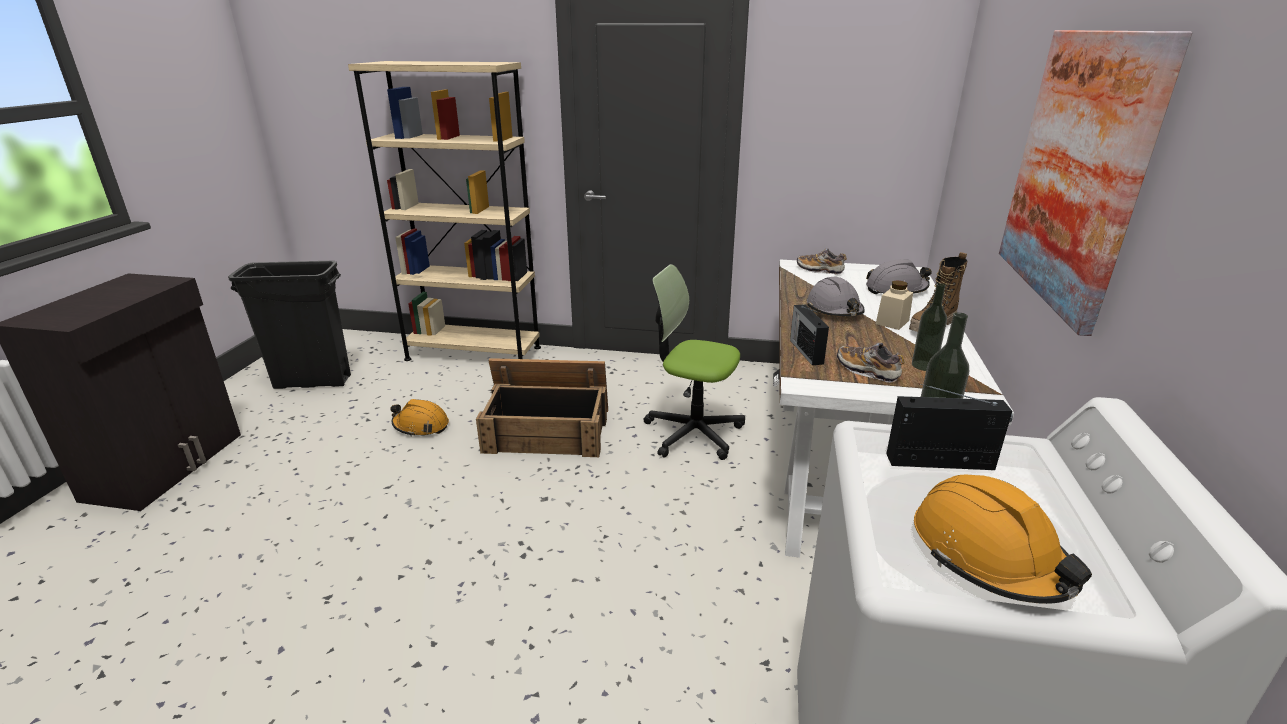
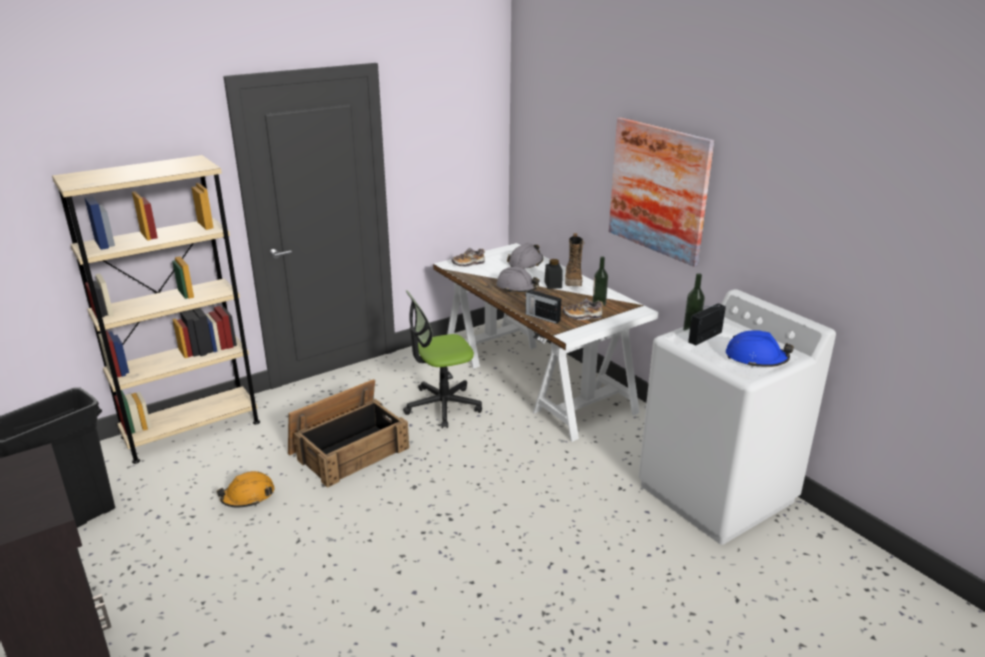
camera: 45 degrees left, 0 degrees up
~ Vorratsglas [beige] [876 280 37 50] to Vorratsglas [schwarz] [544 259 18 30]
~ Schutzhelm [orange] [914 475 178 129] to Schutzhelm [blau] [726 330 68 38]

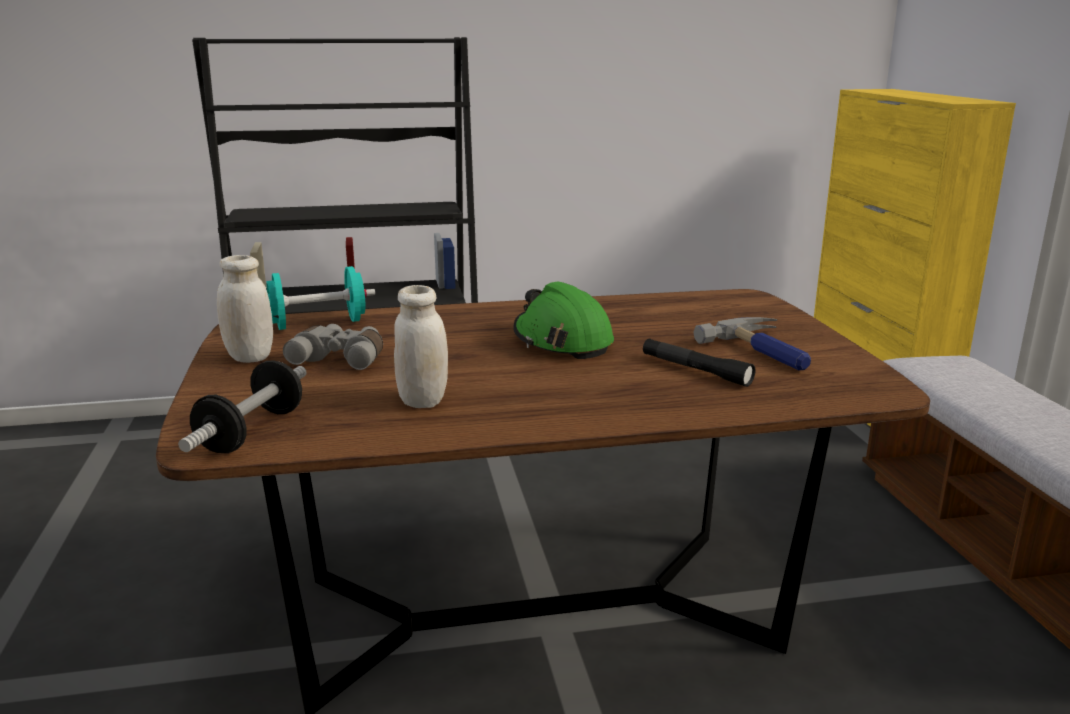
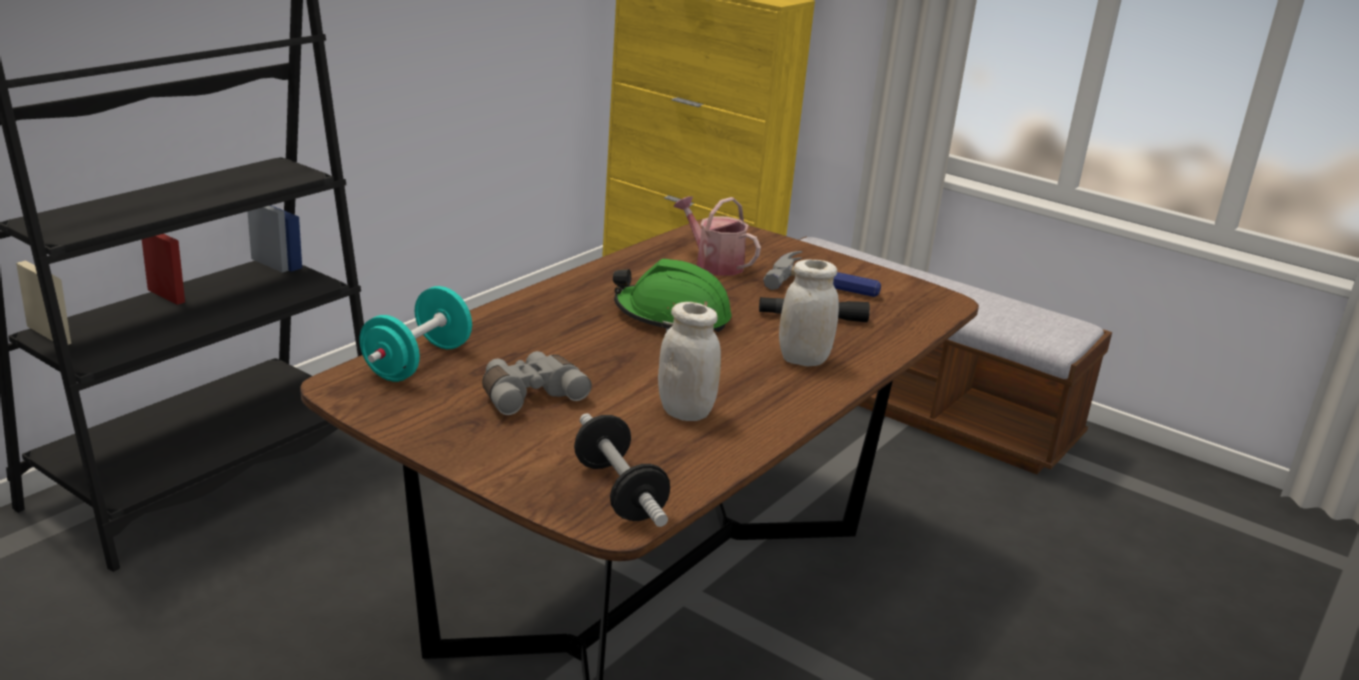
camera: 45 degrees left, 5 degrees up
~ Vorratsglas [weiß] [217 255 56 108] to [779 259 60 108]
+ Gießkanne [673 196 88 80]

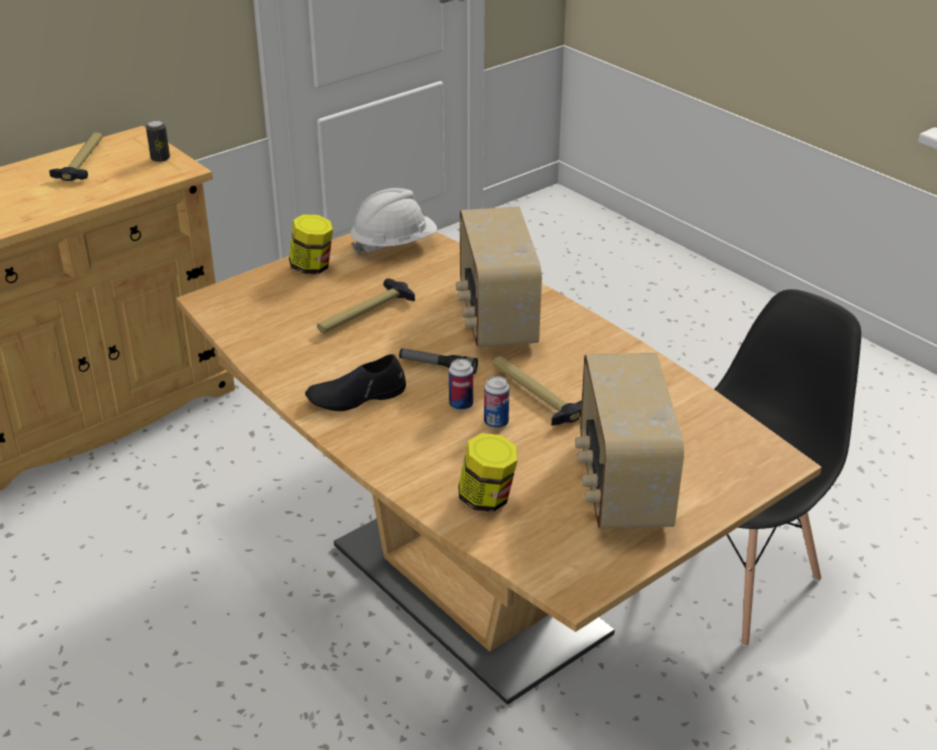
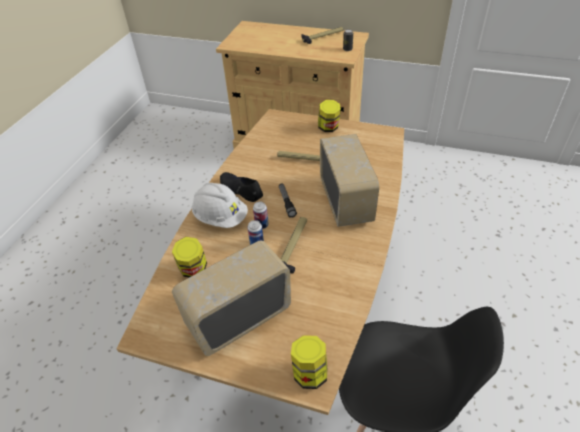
camera: 60 degrees right, 10 degrees up
~ Schutzhelm [weiß] [350 188 87 67] to [192 183 56 45]
~ Radio [456 207 86 140] = [320 134 59 93] 120 degrees clockwise
+ Vorratsglas [291 335 36 54]

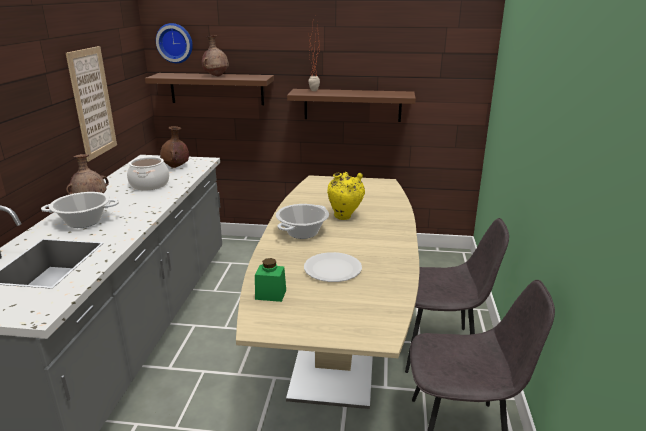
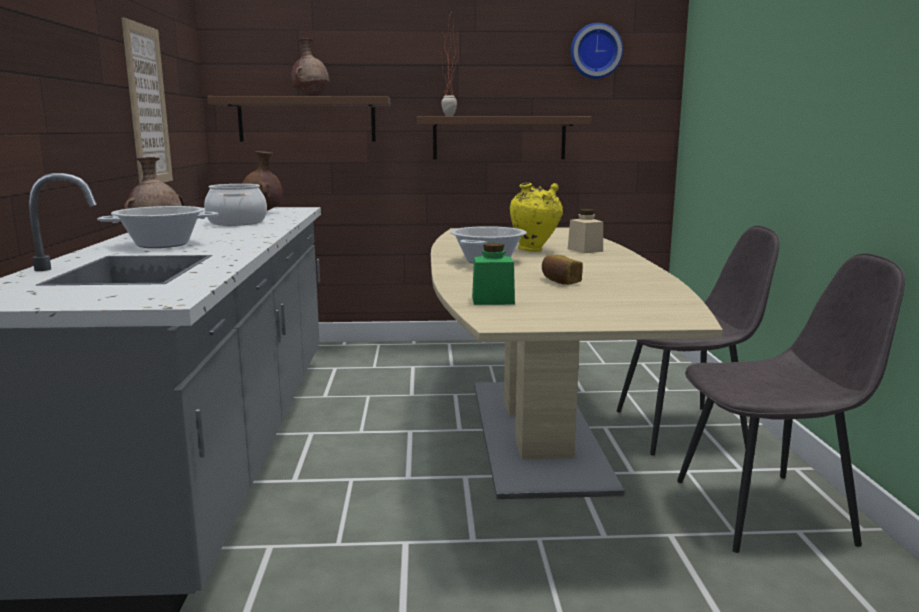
camera: 10 degrees left, 10 degrees down
~ Wanduhr [156 23 37 40] to [570 23 53 56]
~ Teller [weiß] [304 252 58 30] to Brot [542 255 41 30]
+ Vorratsglas [beige] [568 209 35 44]

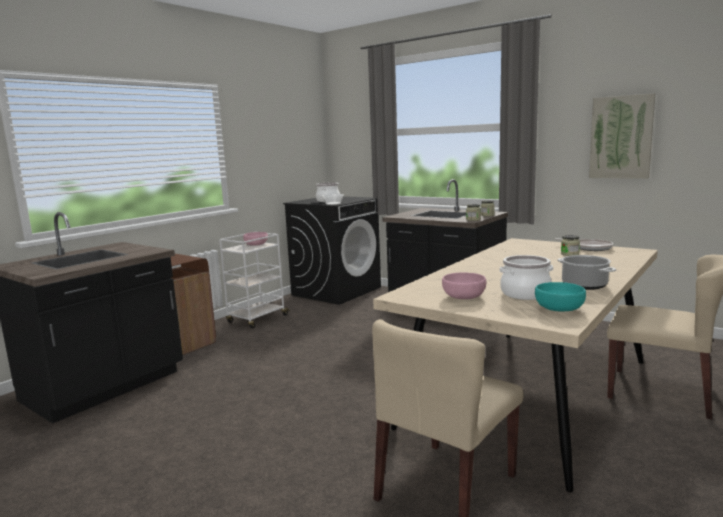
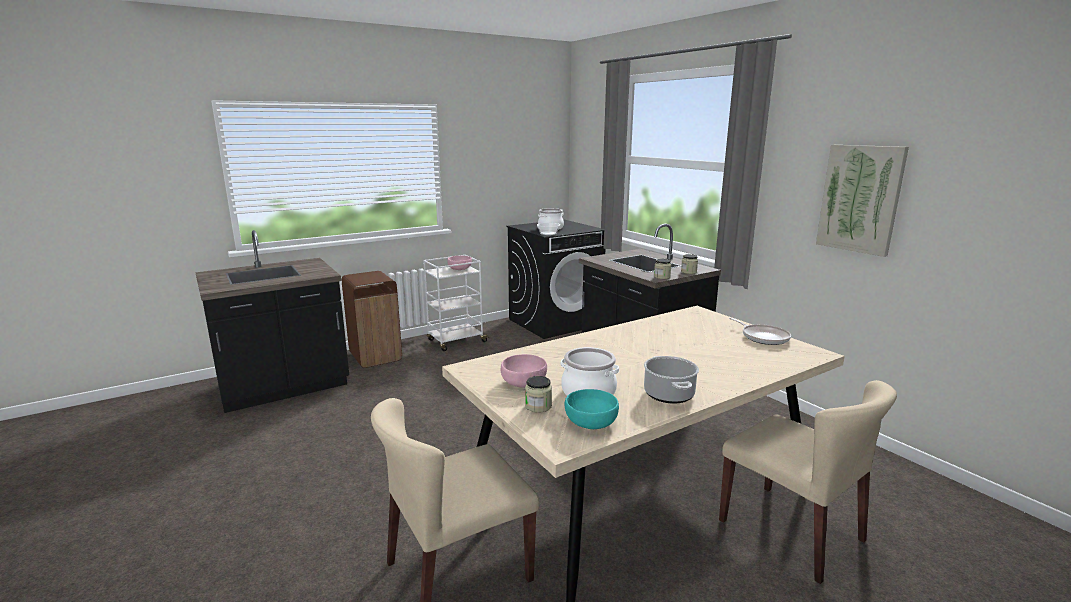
camera: 20 degrees right, 5 degrees up
~ Vorratsglas [561 235 19 21] to [525 376 27 37]

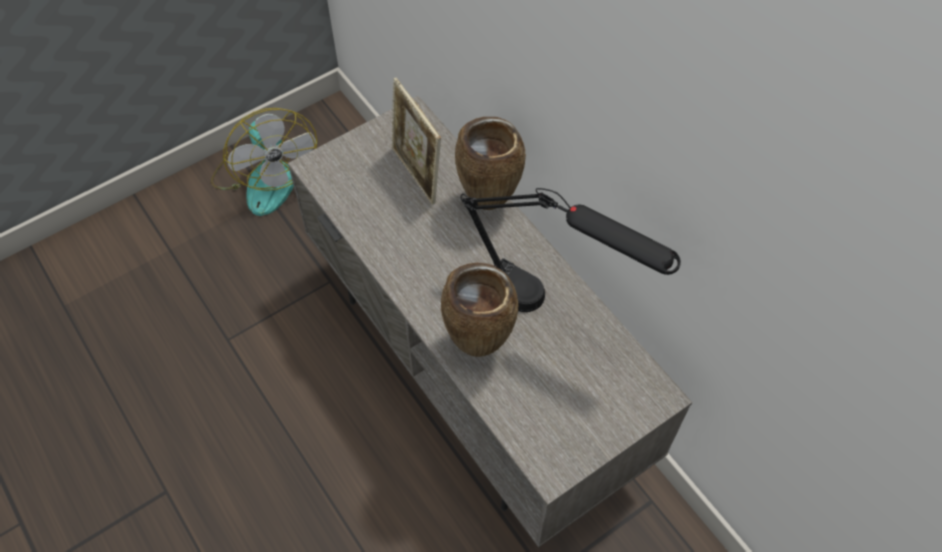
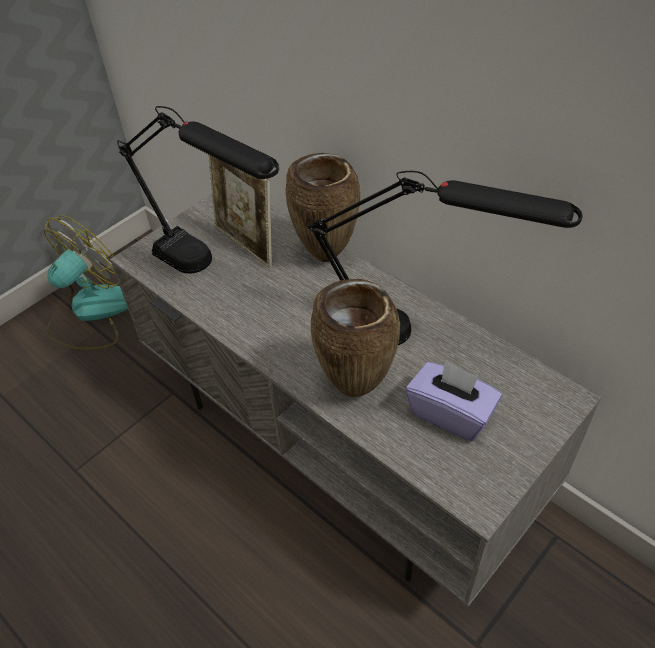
camera: 10 degrees left, 10 degrees down
~ Ventilator [211 108 106 108] = [44 215 84 135] 105 degrees counterclockwise
+ Tischlampe [schwarz] [117 106 162 168]
+ Taschentuchbox [lila] [406 361 96 80]

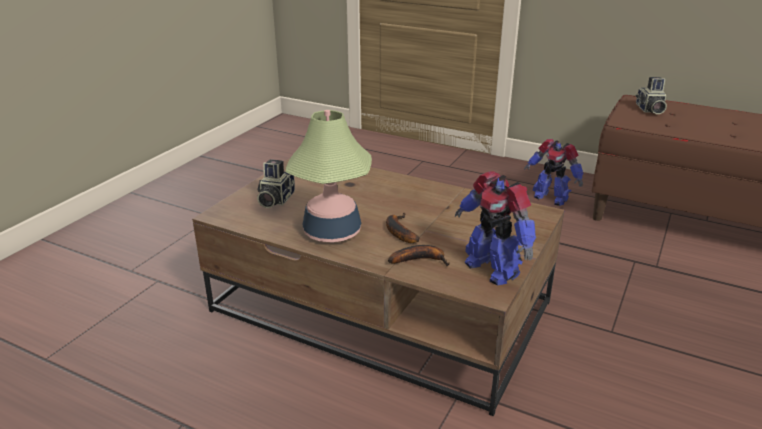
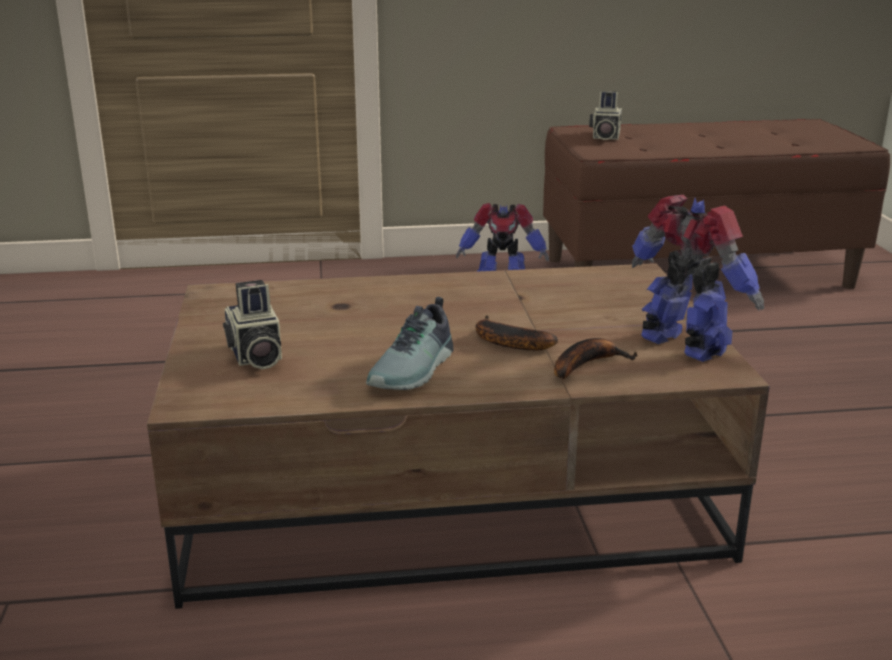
camera: 35 degrees left, 5 degrees down
~ Kamera [635 77 32 37] = [589 91 33 49] 45 degrees clockwise
~ Tischlampe [285 110 87 133] to Schuh [366 297 87 93]
~ Spielzeugroboter [455 171 81 114] = [632 195 132 167] 150 degrees counterclockwise

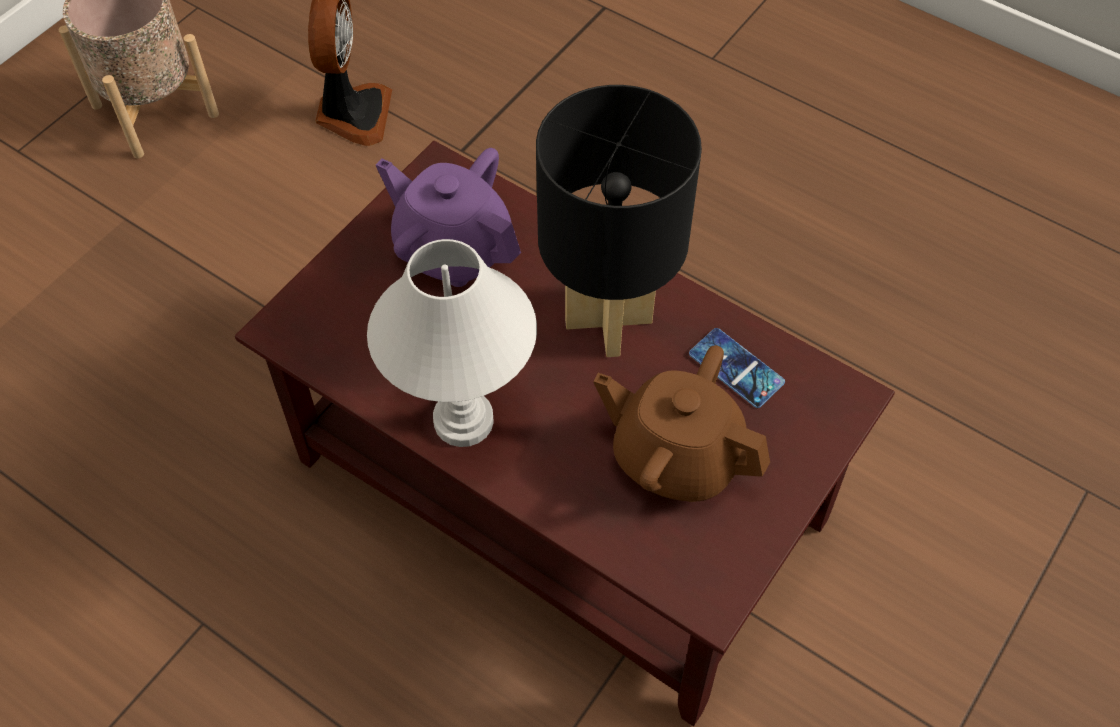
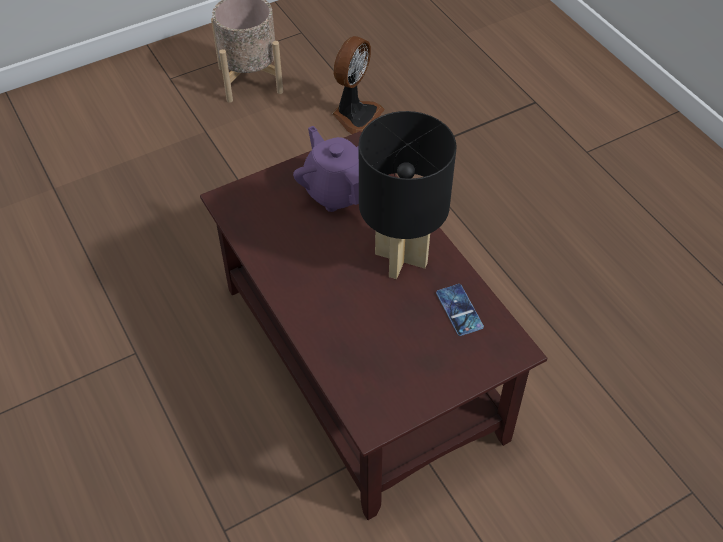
camera: 25 degrees right, 5 degrees down
- Tischlampe [weiß] [367 239 170 208]
- Teekanne [braun] [593 345 177 157]

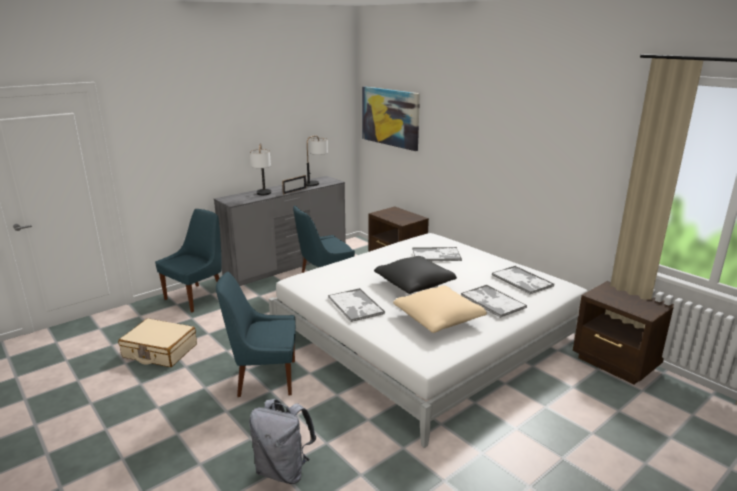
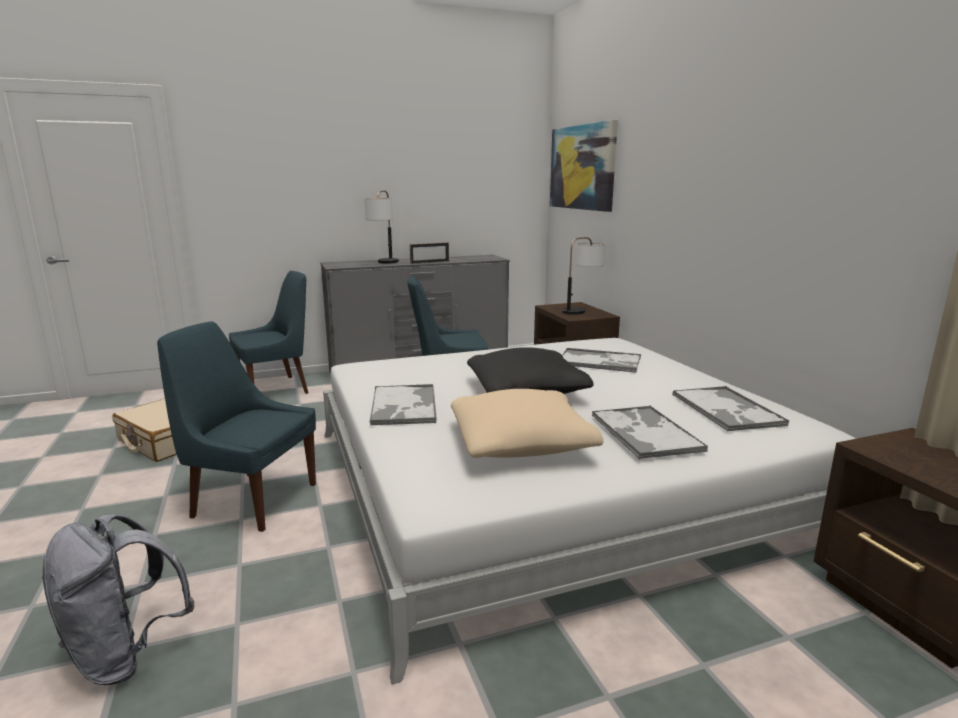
camera: 20 degrees right, 5 degrees down
~ Tischlampe [306 135 22 51] to [562 237 44 78]

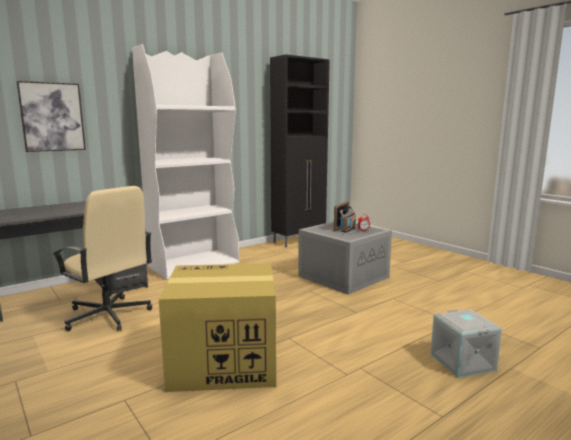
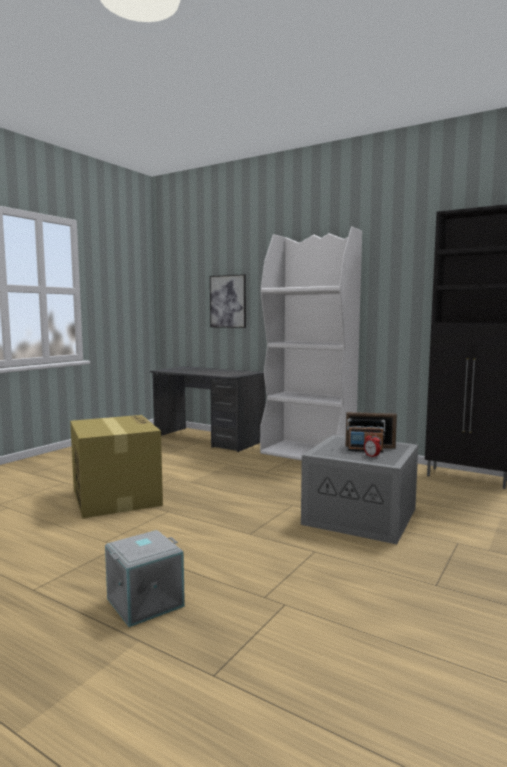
camera: 70 degrees right, 5 degrees down
- Bürostuhl [beige] [53 186 99 145]

